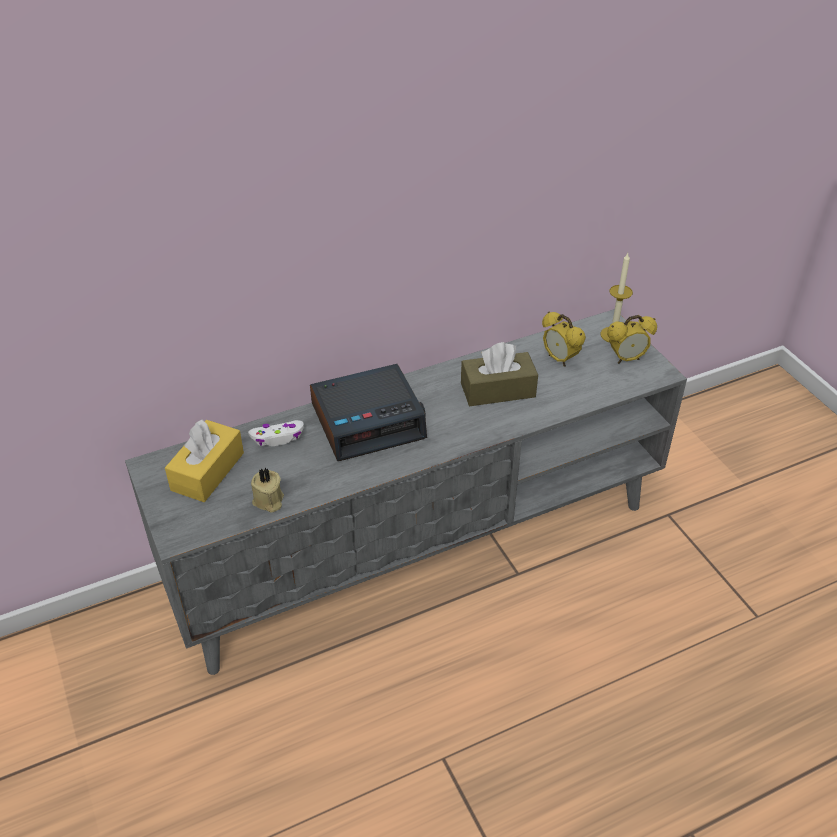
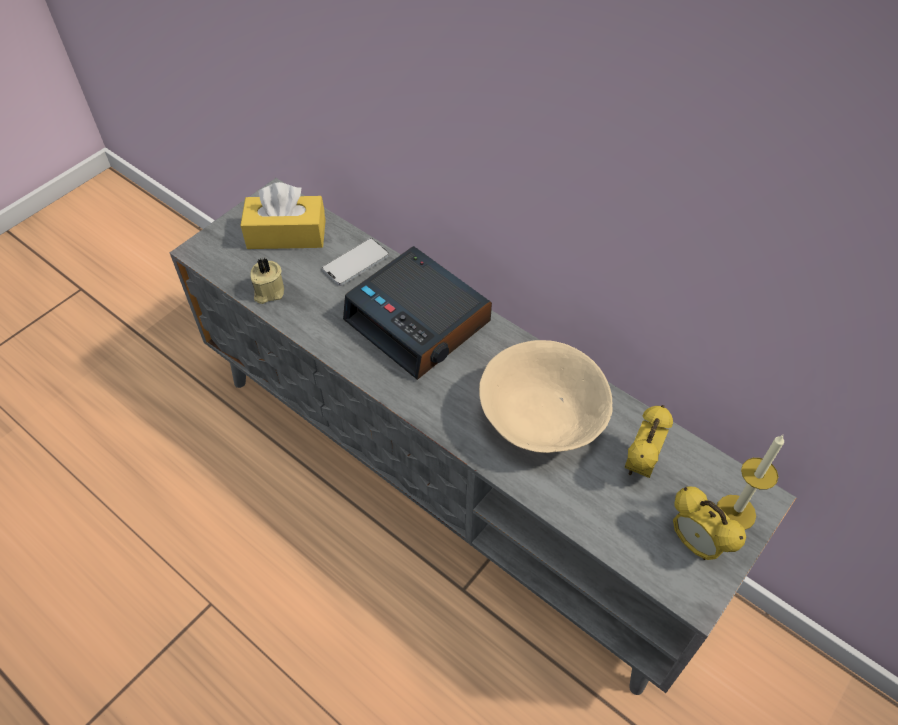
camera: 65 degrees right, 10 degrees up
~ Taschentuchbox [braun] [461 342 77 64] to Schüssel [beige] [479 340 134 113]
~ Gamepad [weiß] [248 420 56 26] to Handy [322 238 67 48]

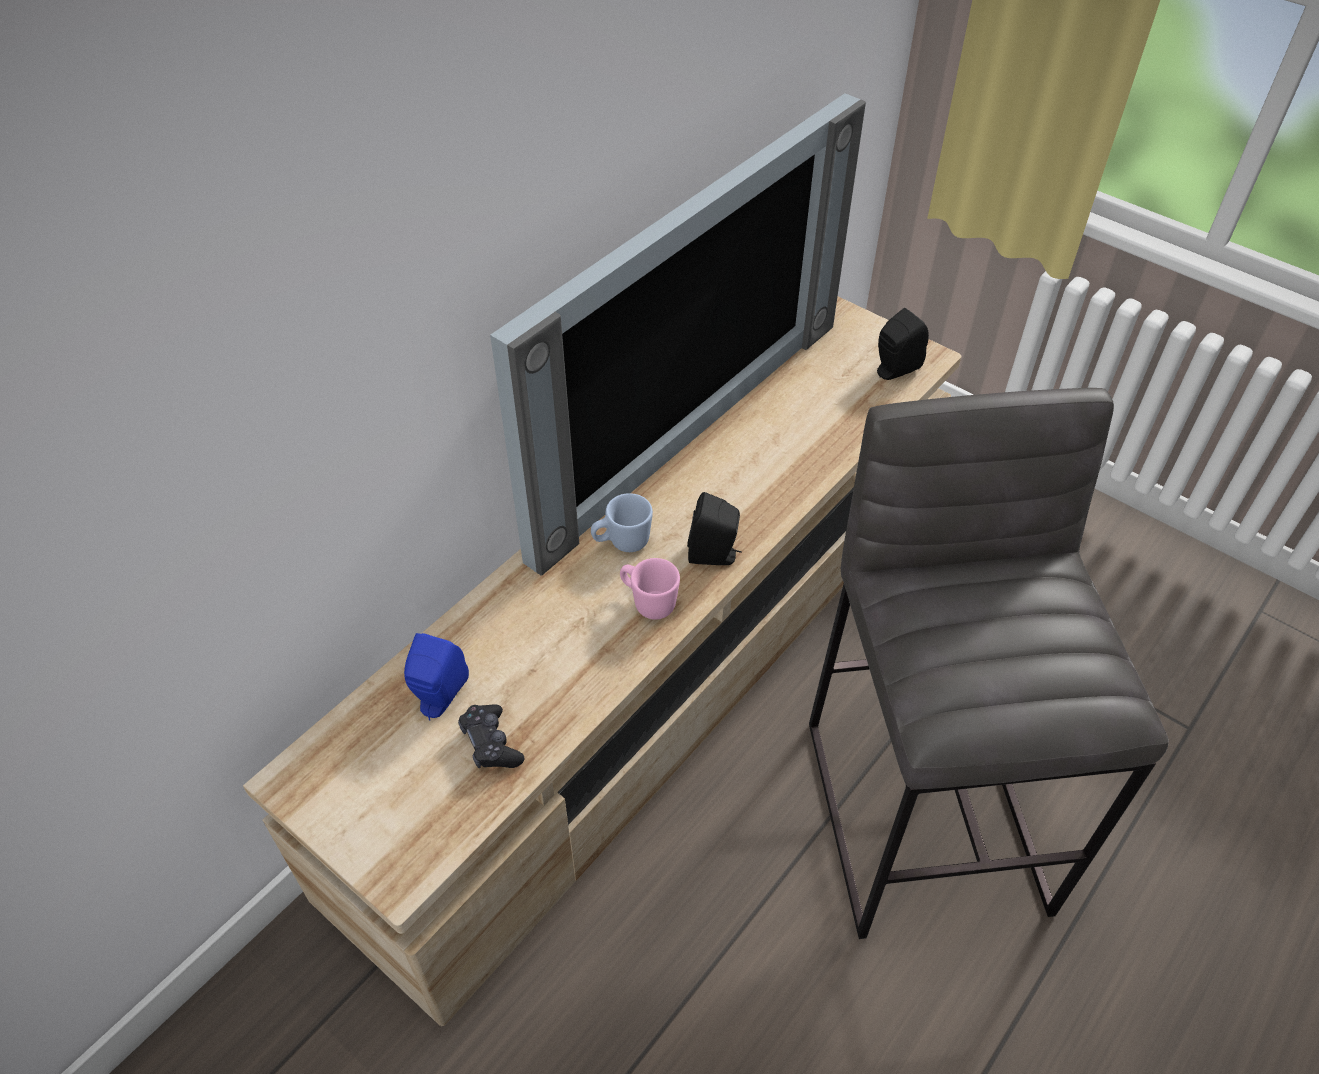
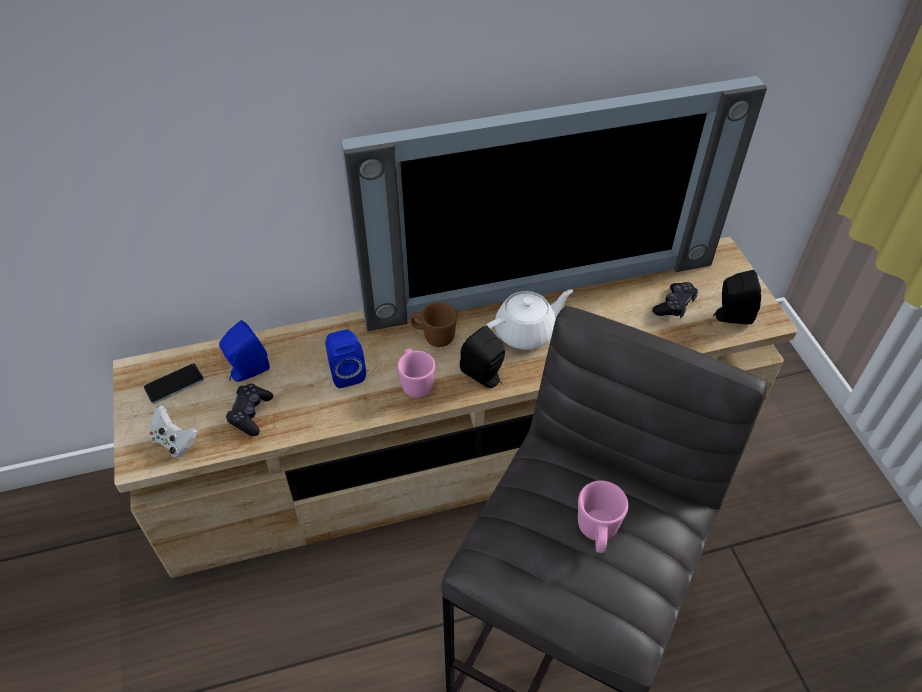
camera: 35 degrees right, 0 degrees up
~ Henkelbecher [blau] [591 493 62 59] to Henkelbecher [braun] [410 302 47 45]
+ Gamepad [schwarz] [652 282 46 36]
+ Teekanne [weiß] [485 289 88 61]
+ Lautsprecher [blau] [325 329 41 59]
+ Handy [143 363 61 41]
+ Gamepad [weiß] [149 406 49 52]
+ Henkelbecher [rosa] [578 481 50 72]

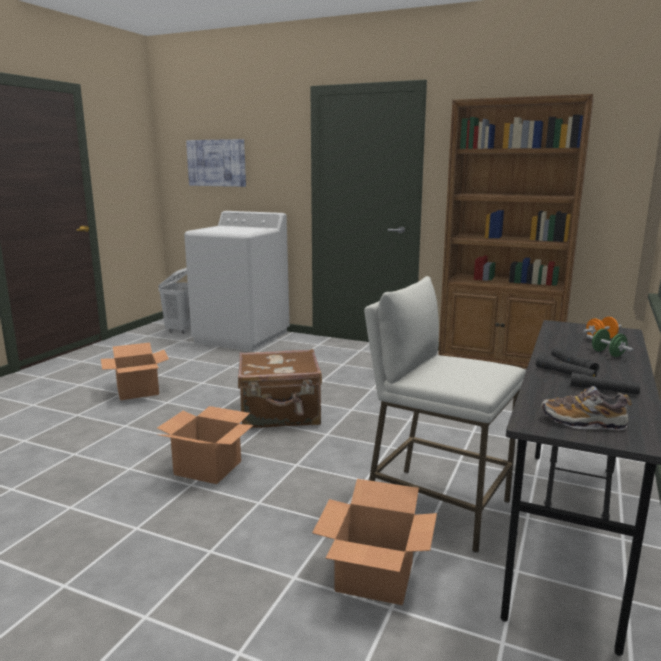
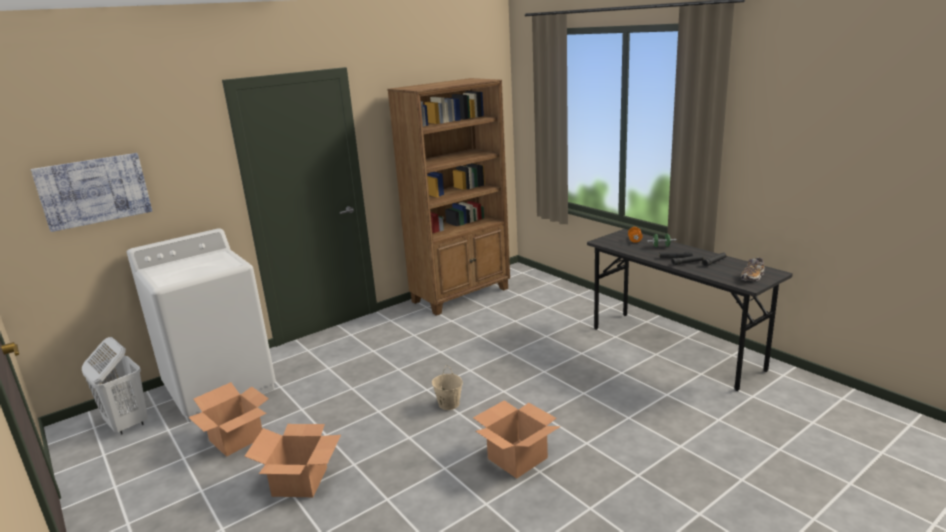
camera: 60 degrees left, 5 degrees up
- Hocker [weiß] [364 276 161 277]
~ Koffer [braun] [238 349 84 80] to Eimer [beige] [432 366 31 44]
~ Karton [312 479 125 126] to [188 382 81 74]

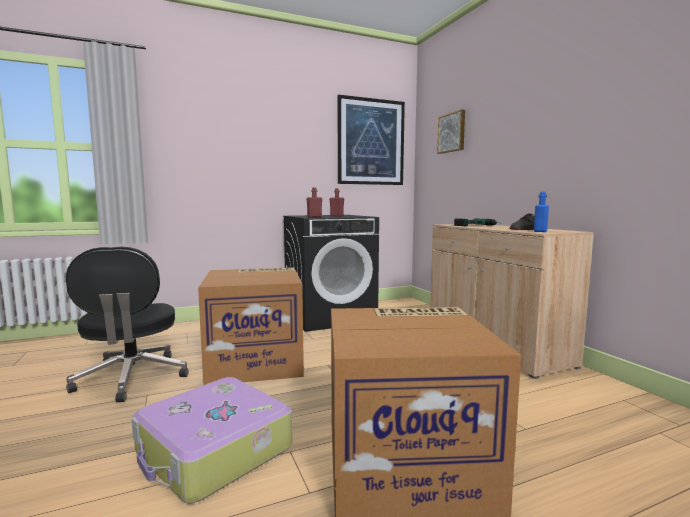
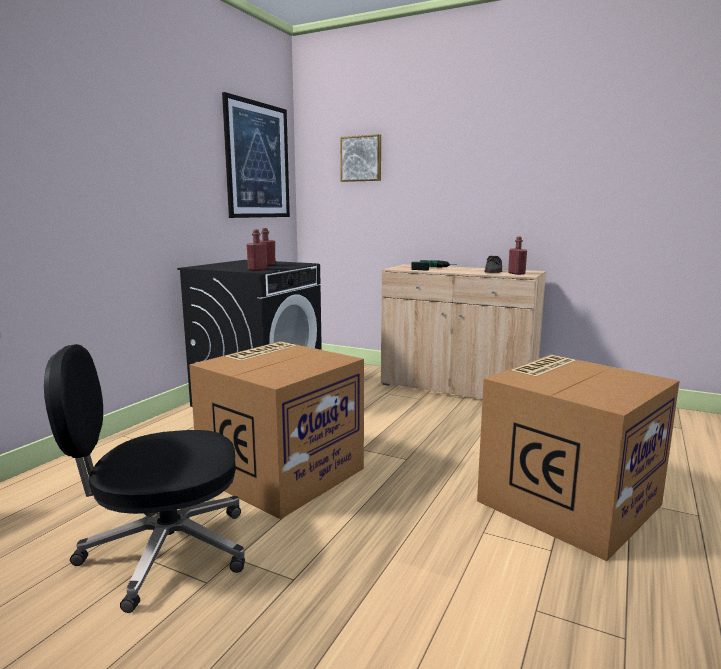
camera: 40 degrees left, 5 degrees up
~ Flasche [blau] [534 191 15 41] to Flasche [rot] [508 237 19 38]
~ Bürostuhl [schwarz] [66 247 123 155] = [44 344 201 269] 135 degrees clockwise
- Koffer [131 377 161 126]

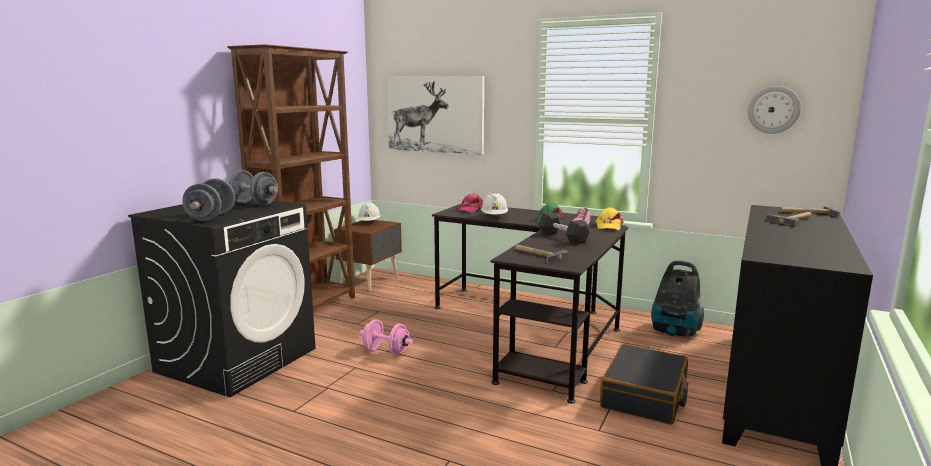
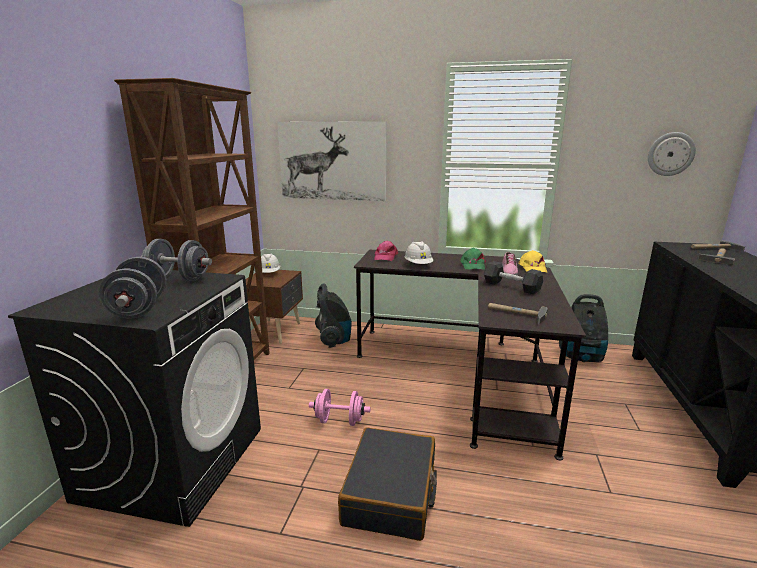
camera: 15 degrees left, 5 degrees up
~ Koffer [schwarz] [600 344 88 81] to [338 427 99 114]
+ Staubsauger [315 284 37 64]

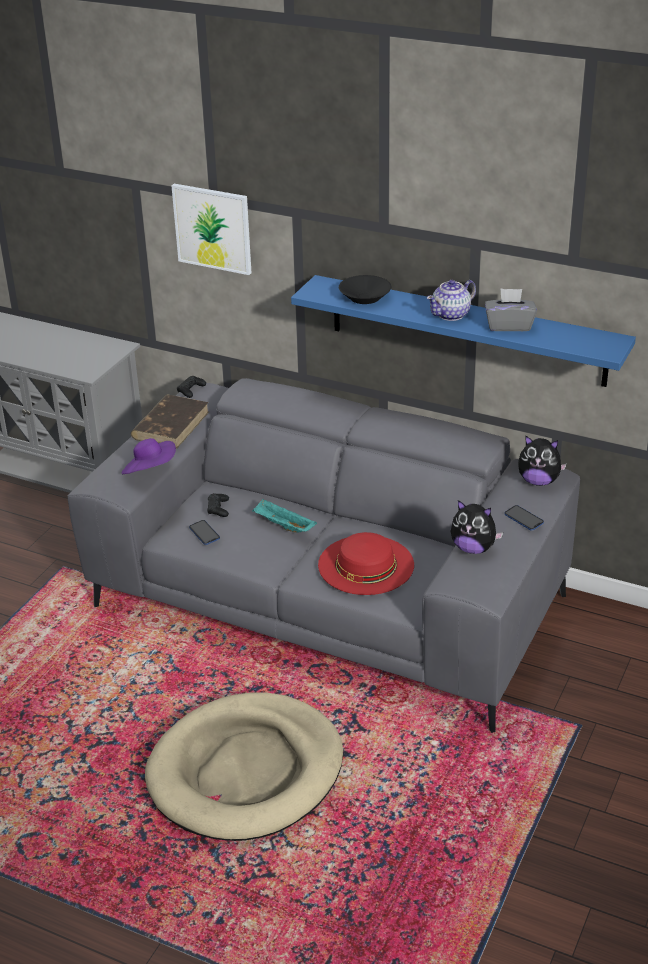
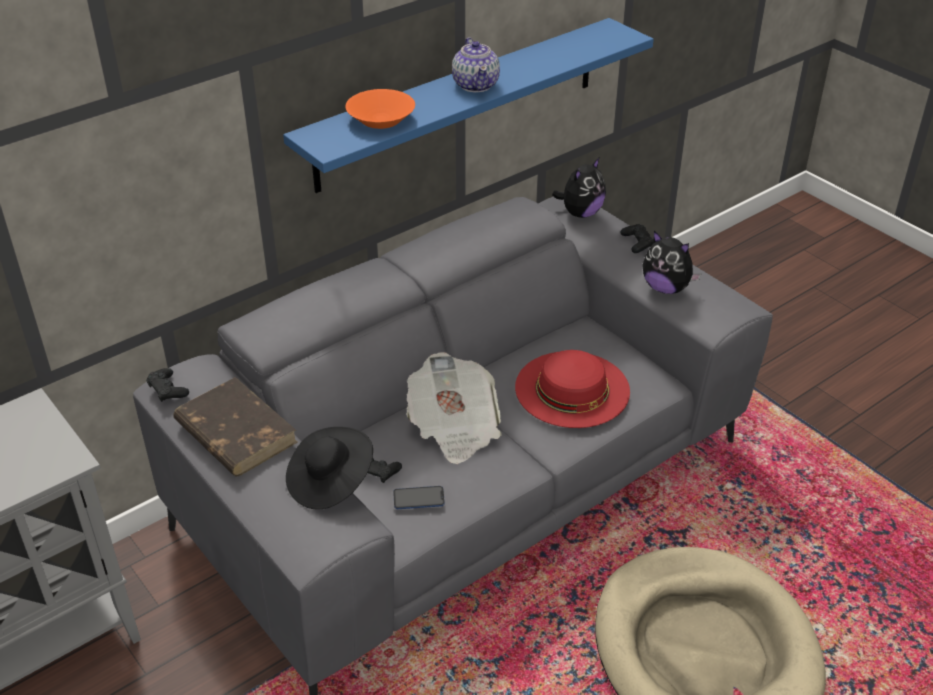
camera: 65 degrees left, 5 degrees up
- Bild [171 184 81 91]
~ Schüssel [schwarz] [339 275 52 29] to Schüssel [orange] [345 89 70 40]
- Taschentuchbox [grau] [485 288 52 43]
~ Hut [lila] [121 438 55 36] to Hut [schwarz] [286 427 87 83]
~ Tablett [türkis] [252 499 65 34] to Zeitung [407 352 95 112]
~ Plüschtier [451 500 52 54] = [642 231 59 63] 75 degrees clockwise
~ Handy [504 505 40 26] to Gamepad [schwarz] [620 224 34 29]

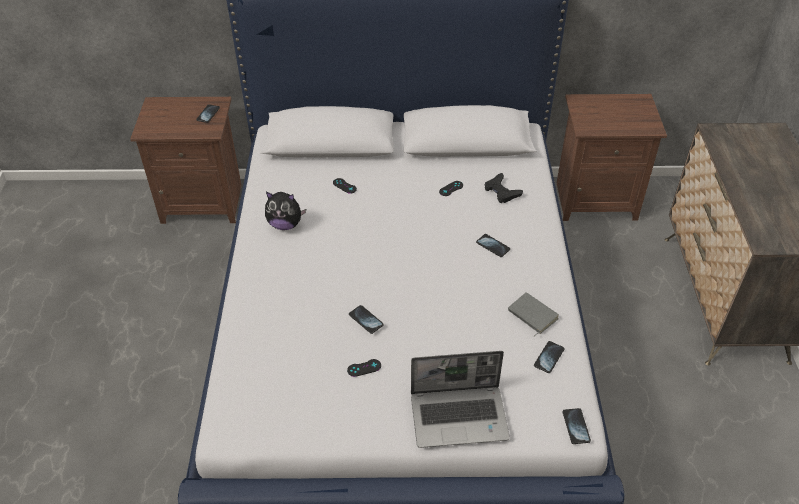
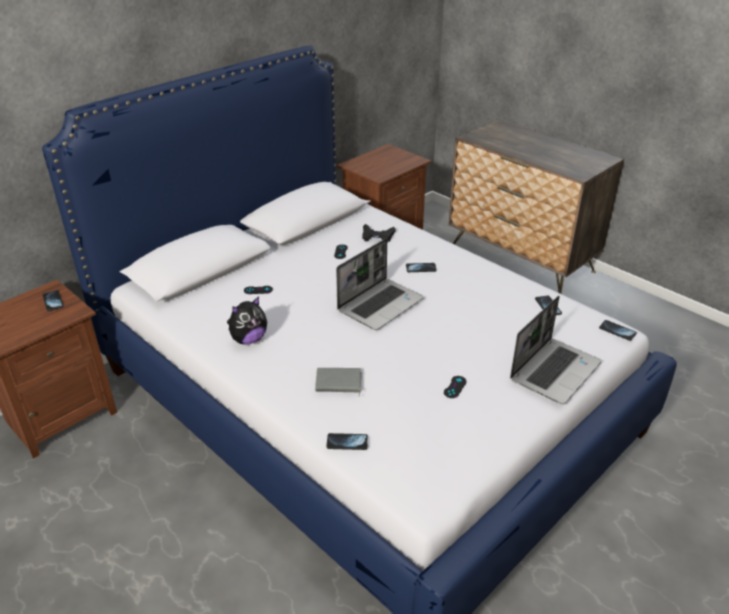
camera: 45 degrees left, 10 degrees down
~ Buch [grau] [508 292 51 45] to [315 368 47 28]
~ Handy [349 305 35 29] to [326 433 42 17]
+ Laptop [336 238 88 92]

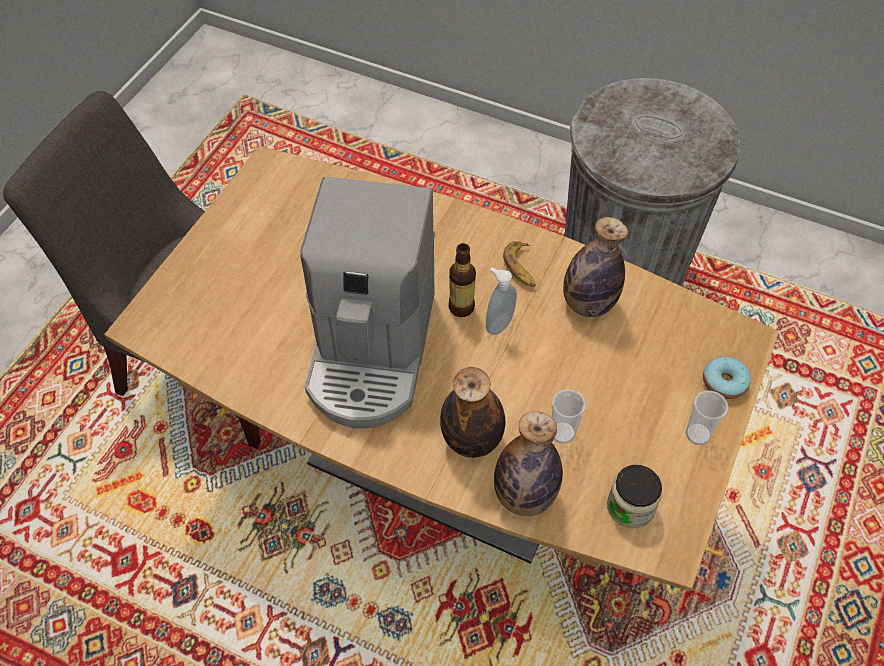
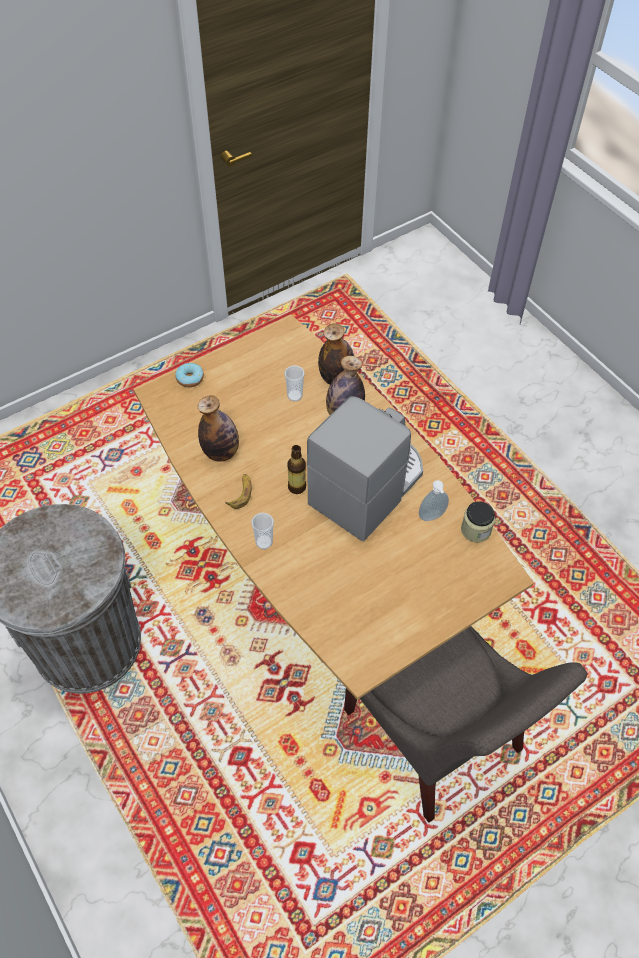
camera: 150 degrees left, 0 degrees up
~ Seifenspender [486 267 31 68] to [419 480 30 41]
~ Tasse [685 391 44 54] to [251 513 23 37]
~ Vorratsglas [607 465 55 63] to [461 501 34 42]

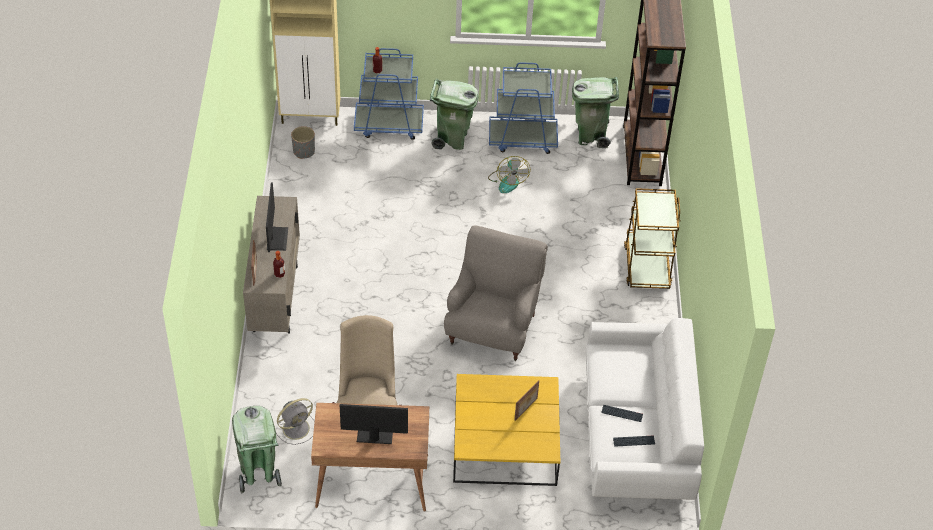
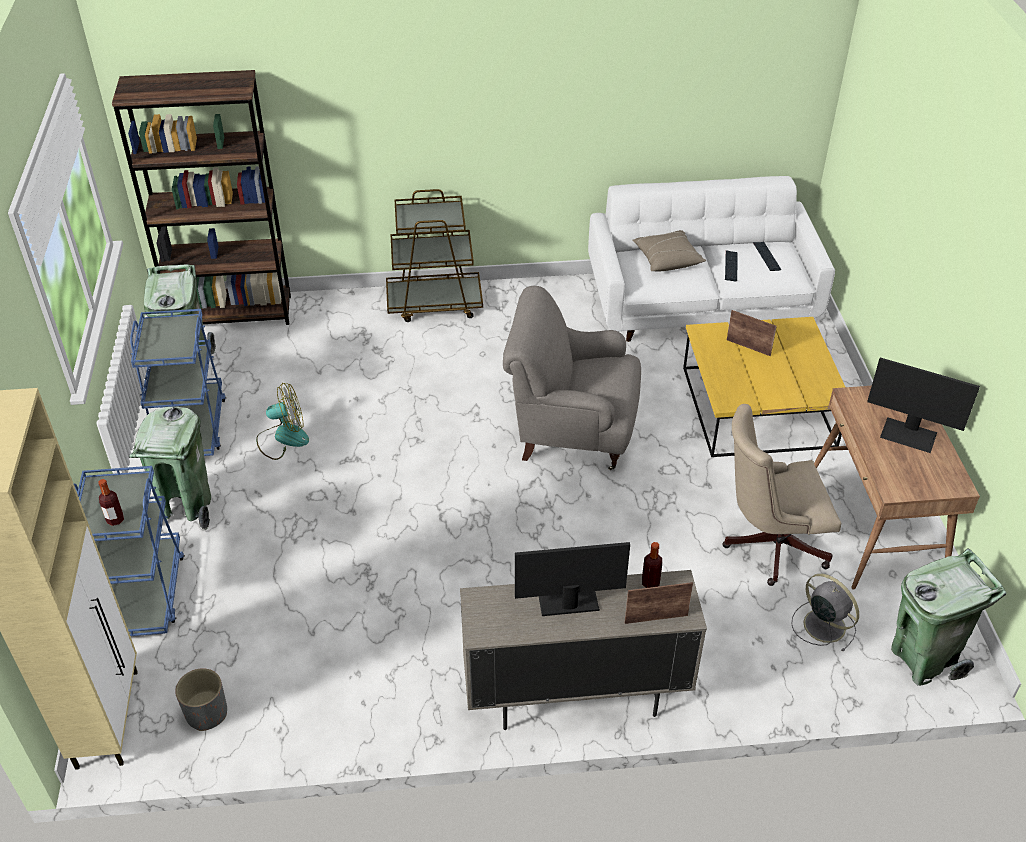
camera: 95 degrees left, 5 degrees down
~ Monitor [340 404 68 40] = [867 357 113 96] 60 degrees counterclockwise
+ Kissen [beige] [632 230 74 42]

